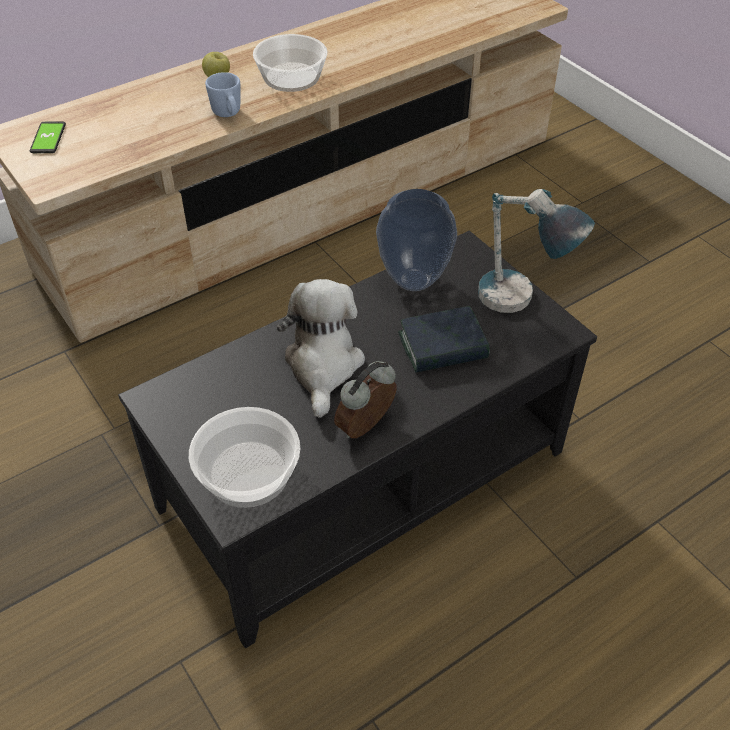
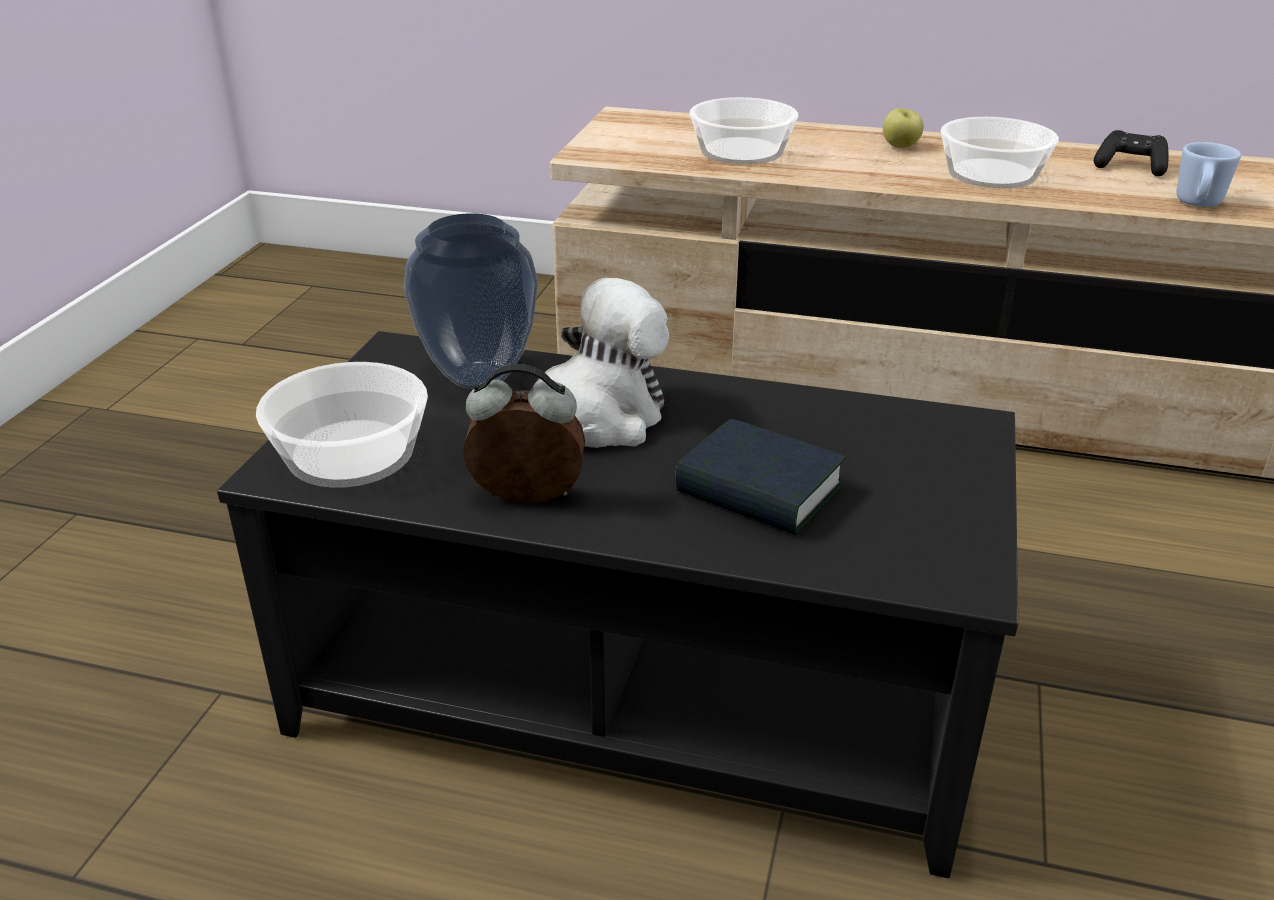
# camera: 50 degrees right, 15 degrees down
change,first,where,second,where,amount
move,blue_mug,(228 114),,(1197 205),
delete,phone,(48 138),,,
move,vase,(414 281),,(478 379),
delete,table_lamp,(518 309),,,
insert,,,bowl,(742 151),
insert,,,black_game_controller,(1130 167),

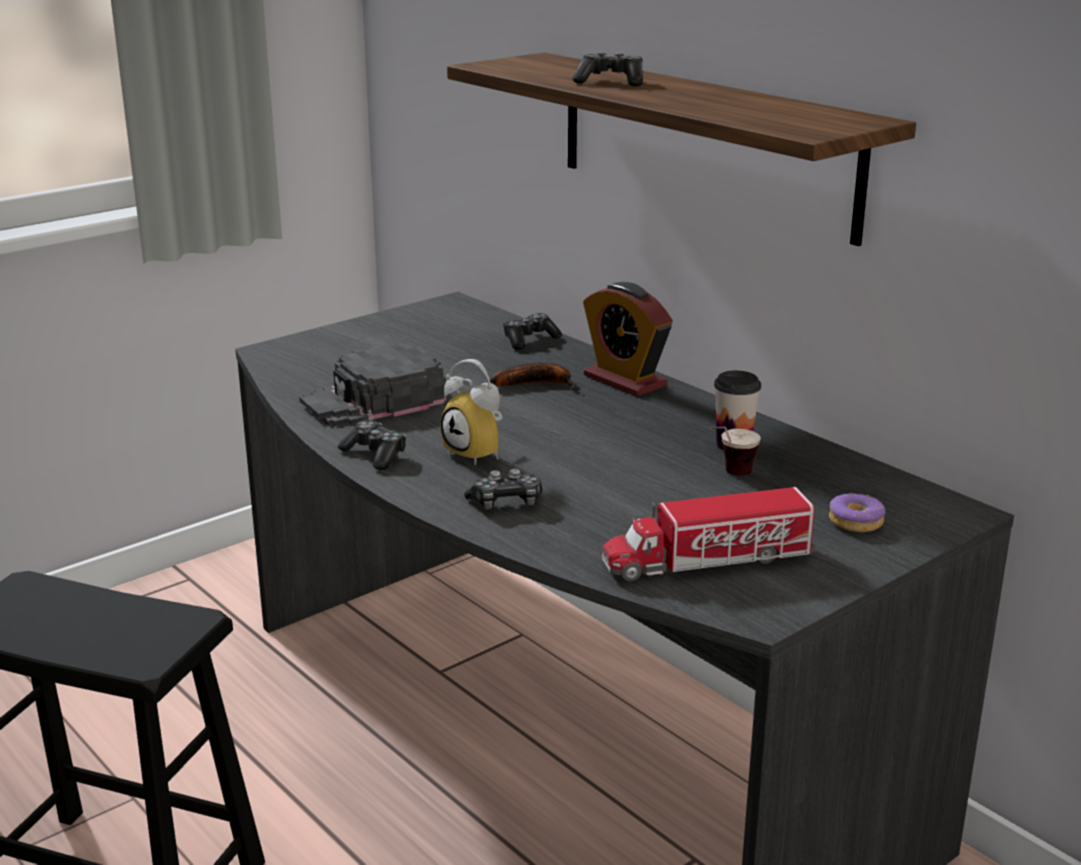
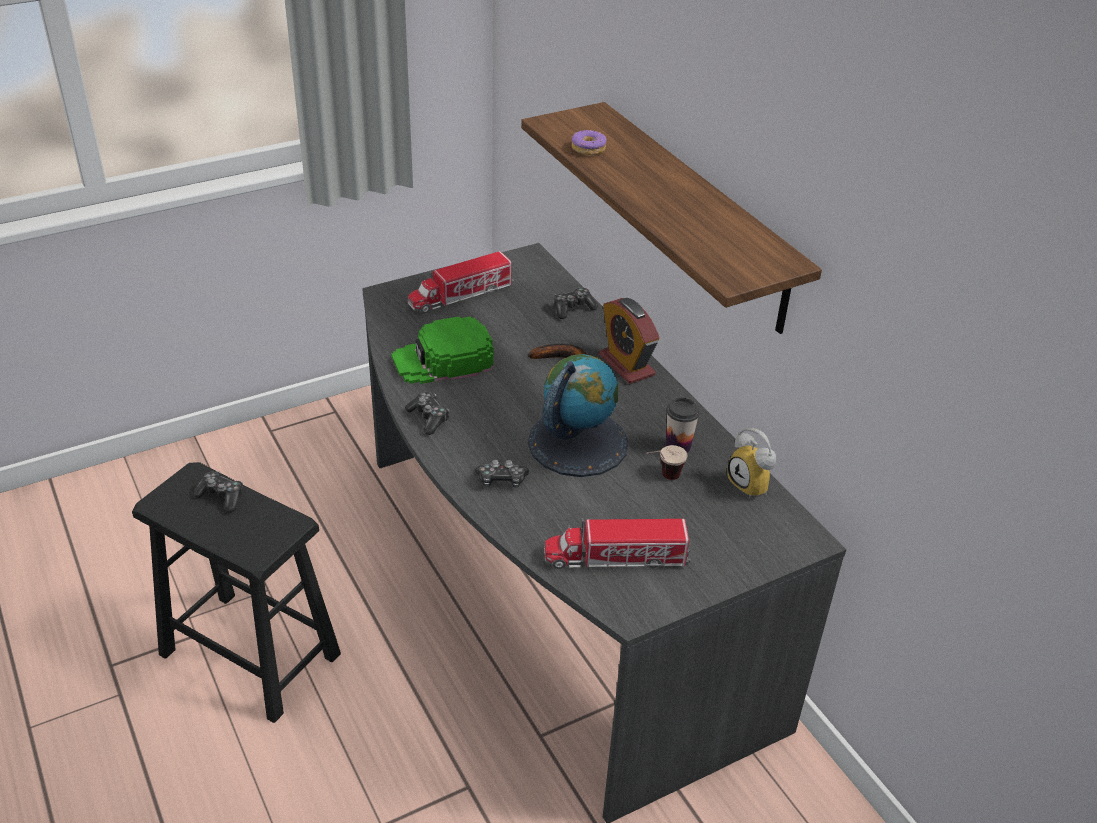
# camera: 10 degrees right, 15 degrees up
change,first,where,second,where,amount
move,game_controller,(610 82),,(221 496),
recolor,black_cap,(374 400),green_cap,(443 360),
move,alarm_clock,(480 453),,(753 485),
move,donut,(856 522),,(588 149),
insert,,,toy_truck,(461 295),
insert,,,globe,(577 442),

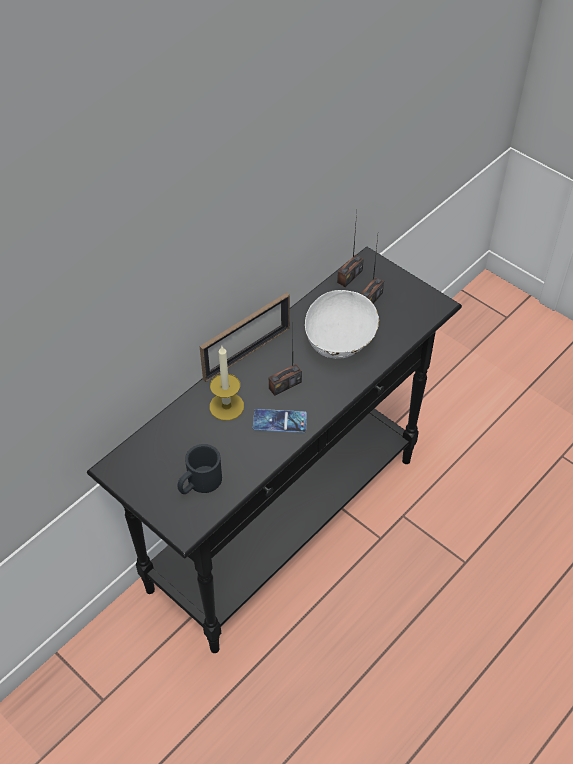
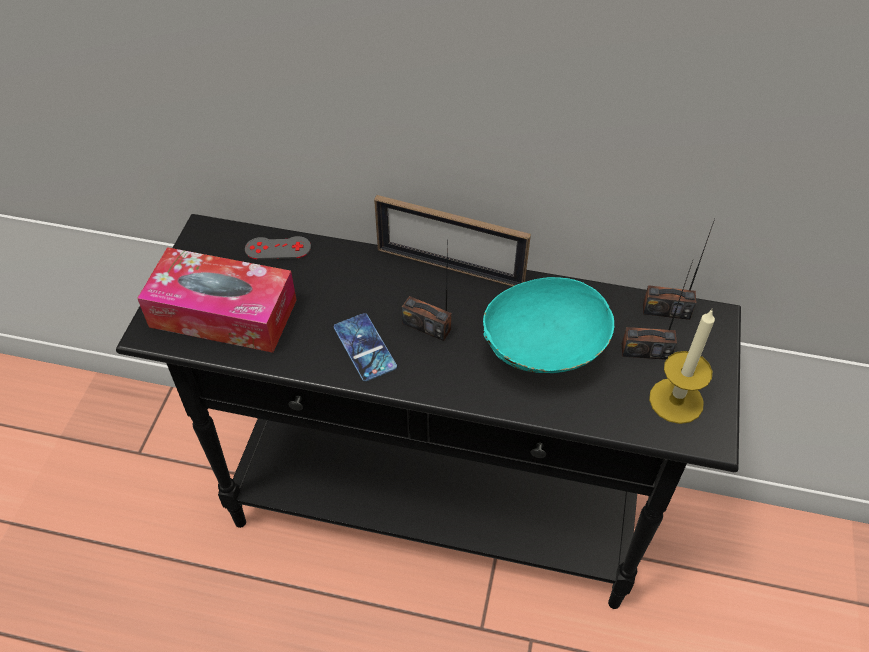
# camera: 60 degrees right, 0 degrees up
change,first,where,second,where,amount
recolor,white_bowl,(340 341),turquoise_bowl,(543 351),
move,candle,(226 406),,(676 400),
replace,black_mug,(199 483),tissue_box,(223 313),
insert,,,grey_game_controller,(278 248),

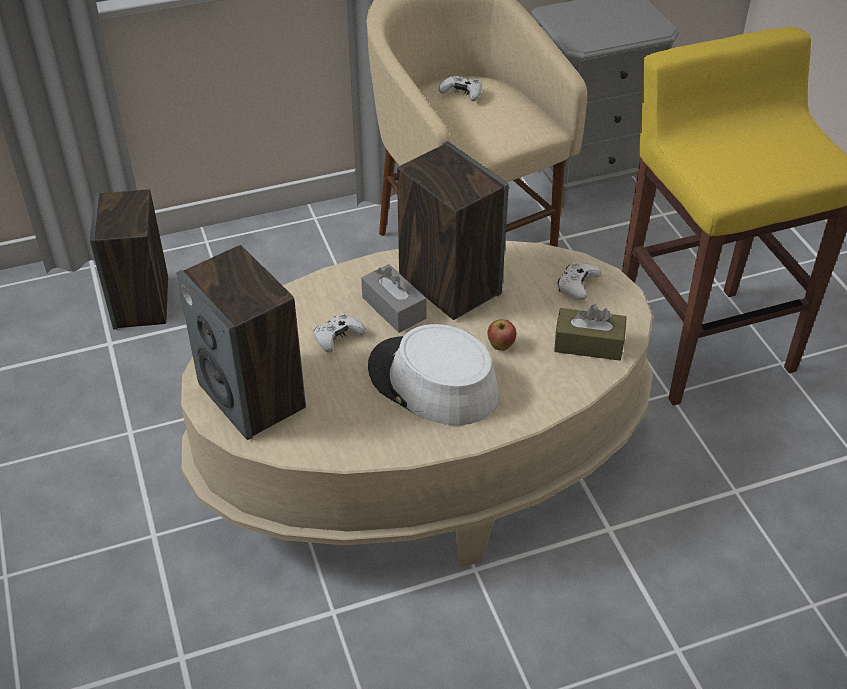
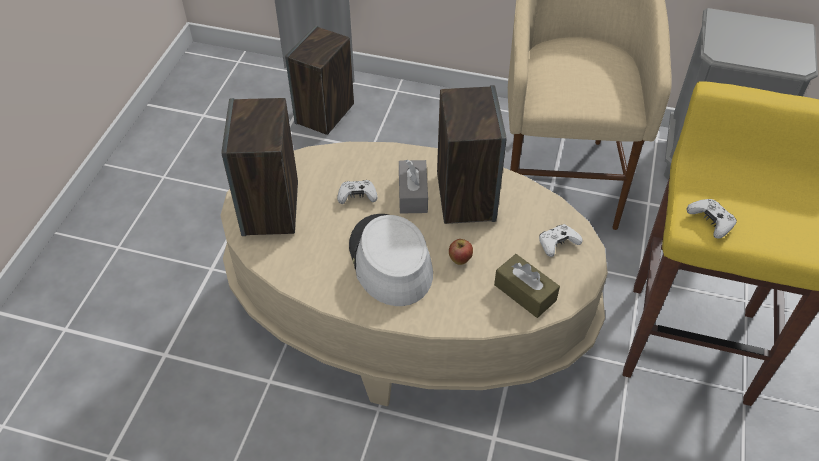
# camera: 35 degrees right, 5 degrees up
change,first,where,second,where,amount
move,white_game_controller,(462 94),,(710 222),

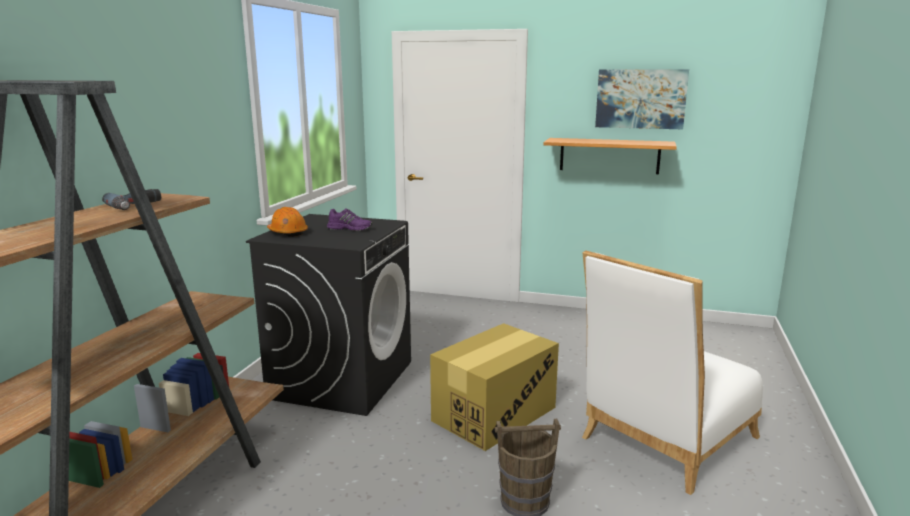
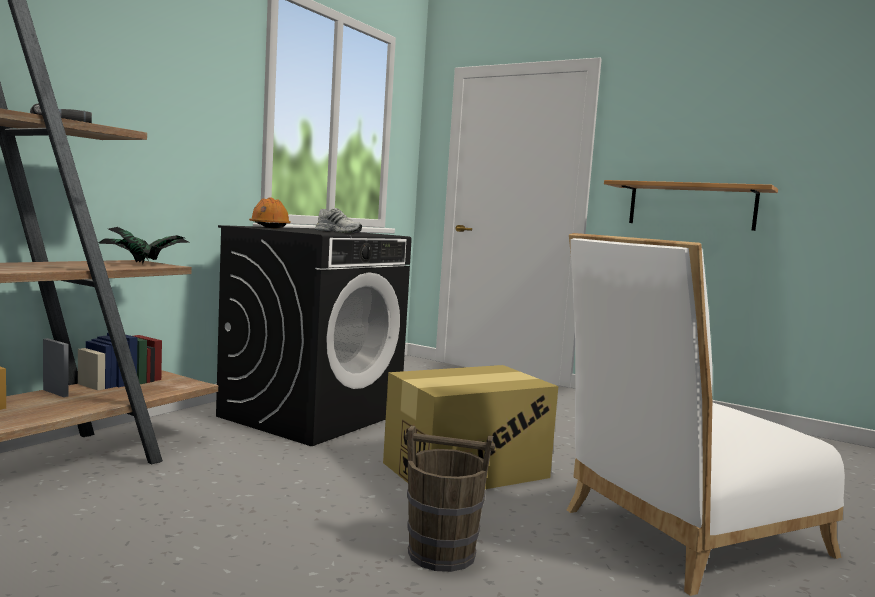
# camera: 15 degrees right, 10 degrees down
change,first,where,second,where,amount
delete,picture,(640 99),,,
recolor,purple_shoe,(350 228),white_shoe,(339 232),
insert,,,potted_plant,(146 264),

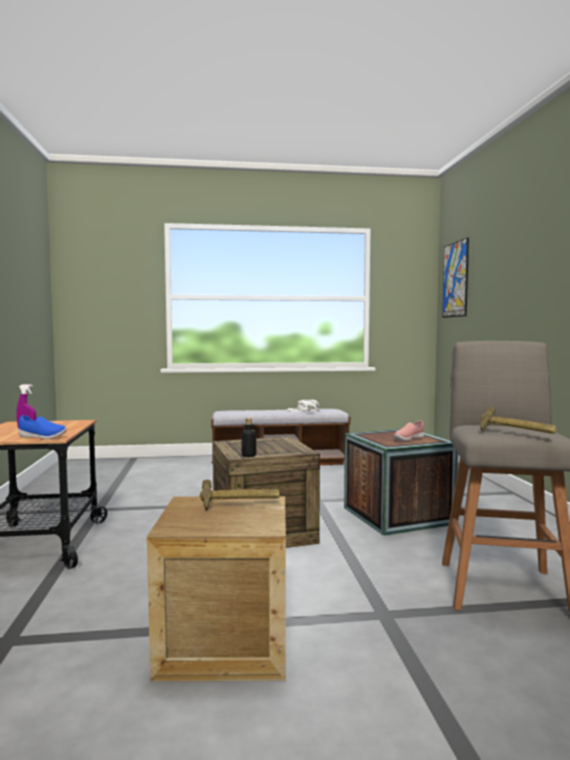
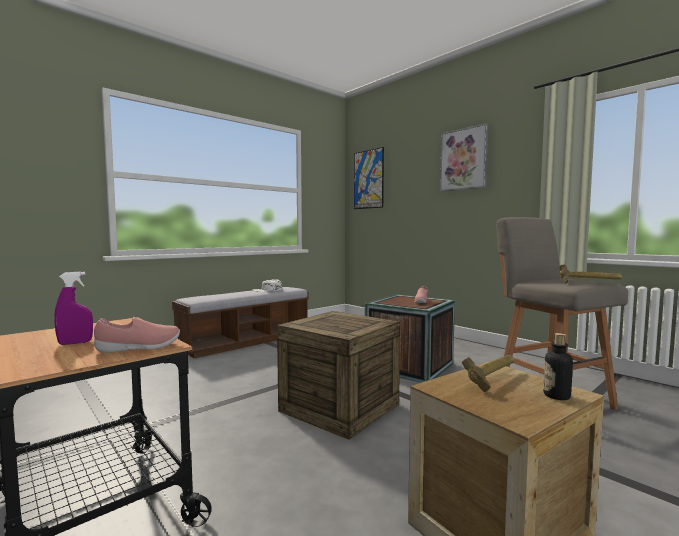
# camera: 35 degrees left, 0 degrees up
change,first,where,second,where,amount
recolor,blue_shoe,(42 437),pink_shoe,(139 348),
move,bottle,(249 455),,(556 396),
insert,,,picture,(464 159),

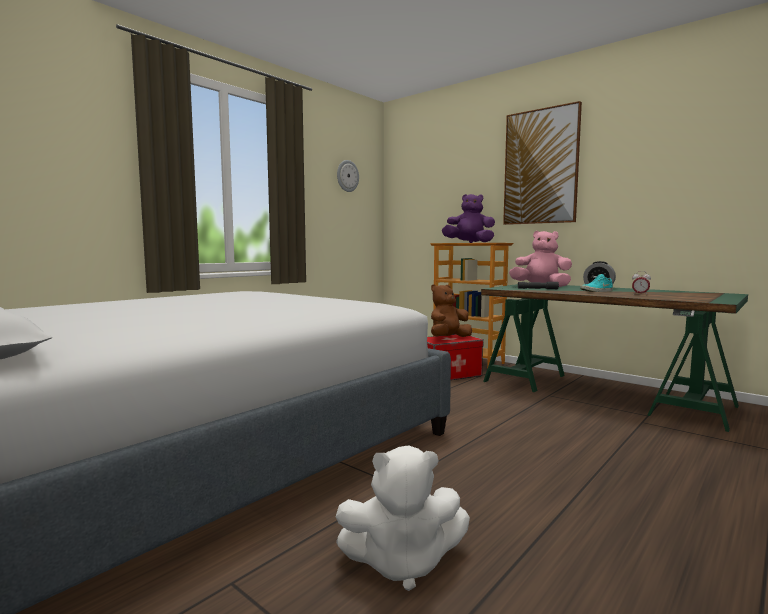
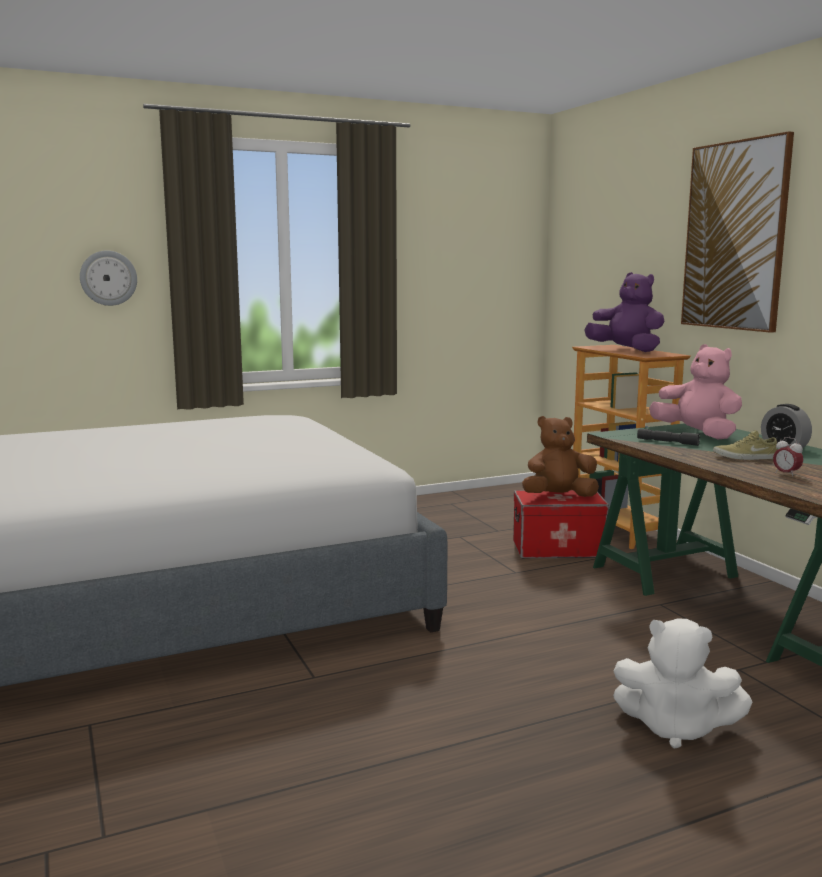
# camera: 25 degrees right, 5 degrees up
change,first,where,second,where,amount
move,wall_clock,(347 176),,(108 278),
recolor,turquoise_shoe,(597 291),beige_shoe,(745 457),
move,white_plush_toy,(402 563),,(675 728),

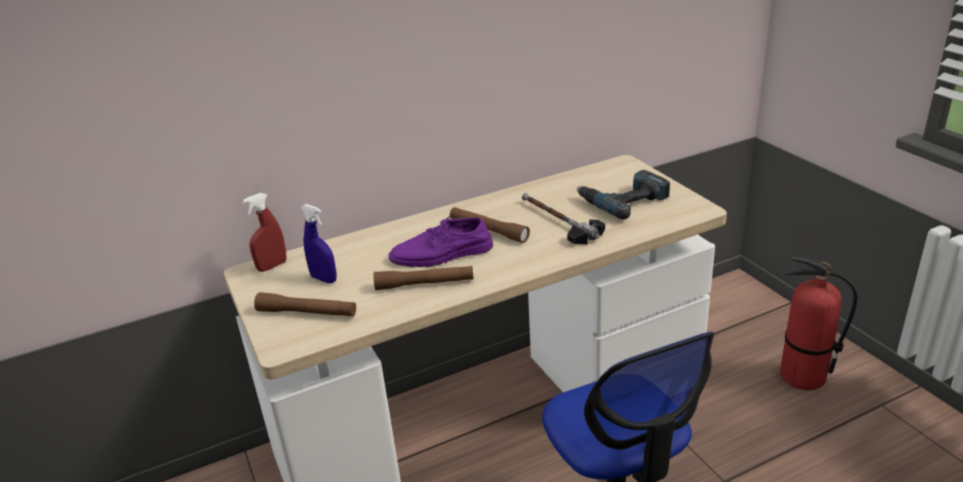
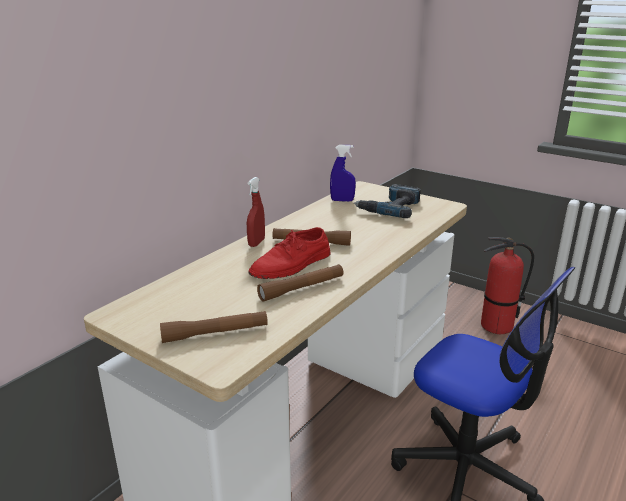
# camera: 30 degrees left, 5 degrees down
change,first,where,second,where,amount
move,red_spray_bottle,(272 266),,(256 243),
delete,hammer,(557 221),,,
move,blue_spray_bottle,(324 279),,(342 200),
recolor,purple_shoe,(441 254),red_shoe,(291 265),

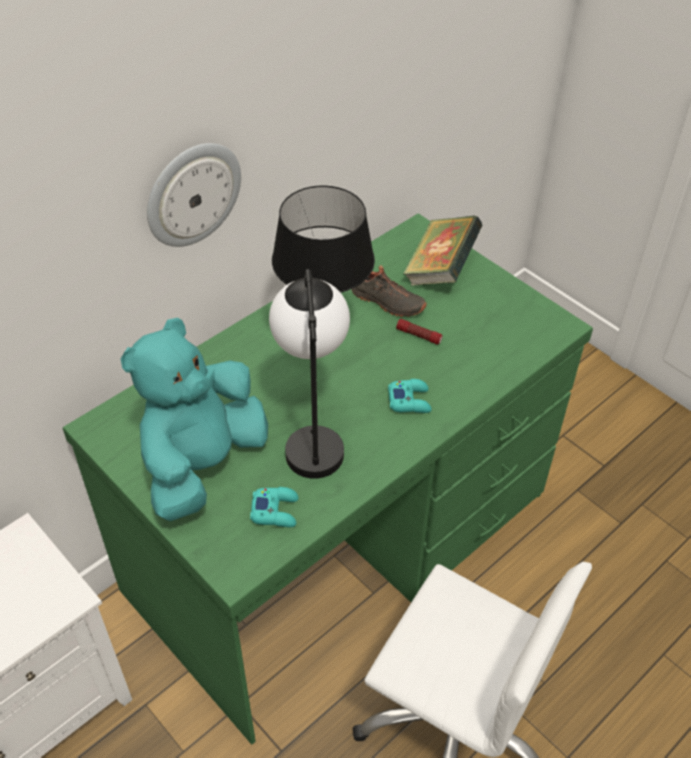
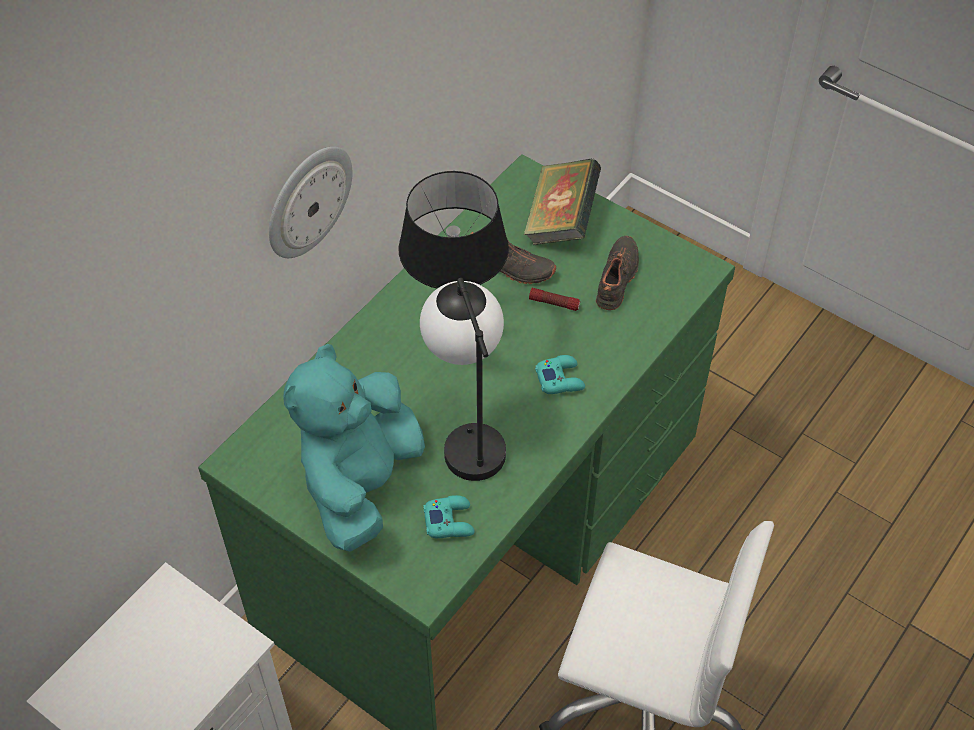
# camera: 10 degrees left, 5 degrees up
change,first,where,second,where,amount
insert,,,black_shoe,(618 279),

